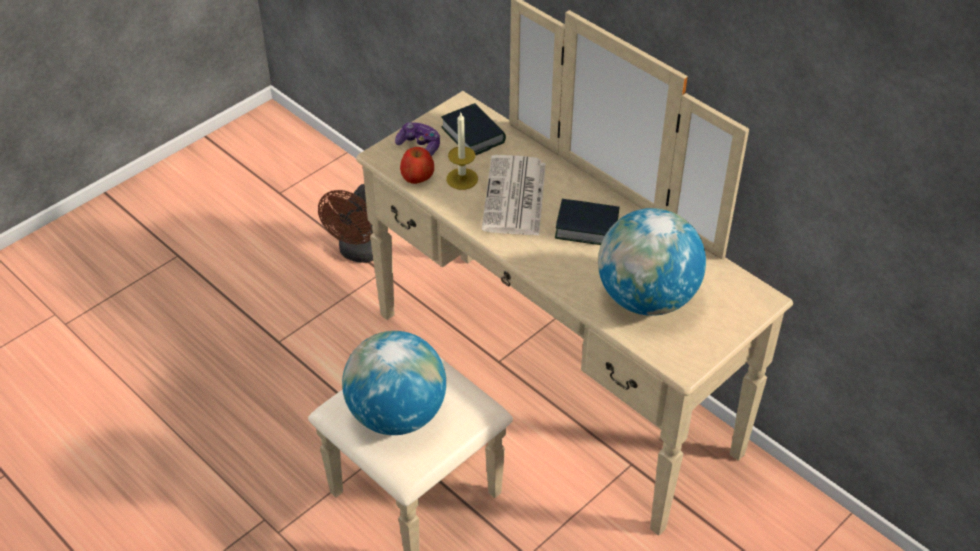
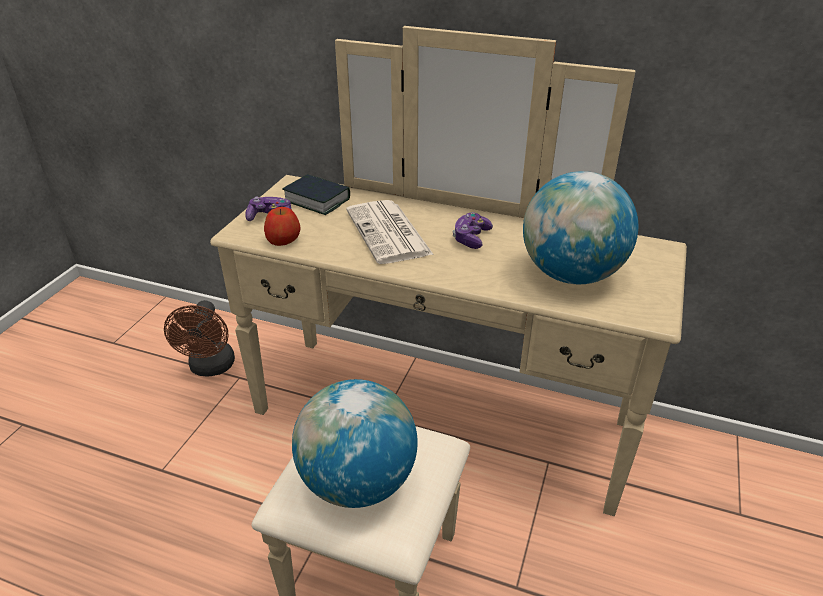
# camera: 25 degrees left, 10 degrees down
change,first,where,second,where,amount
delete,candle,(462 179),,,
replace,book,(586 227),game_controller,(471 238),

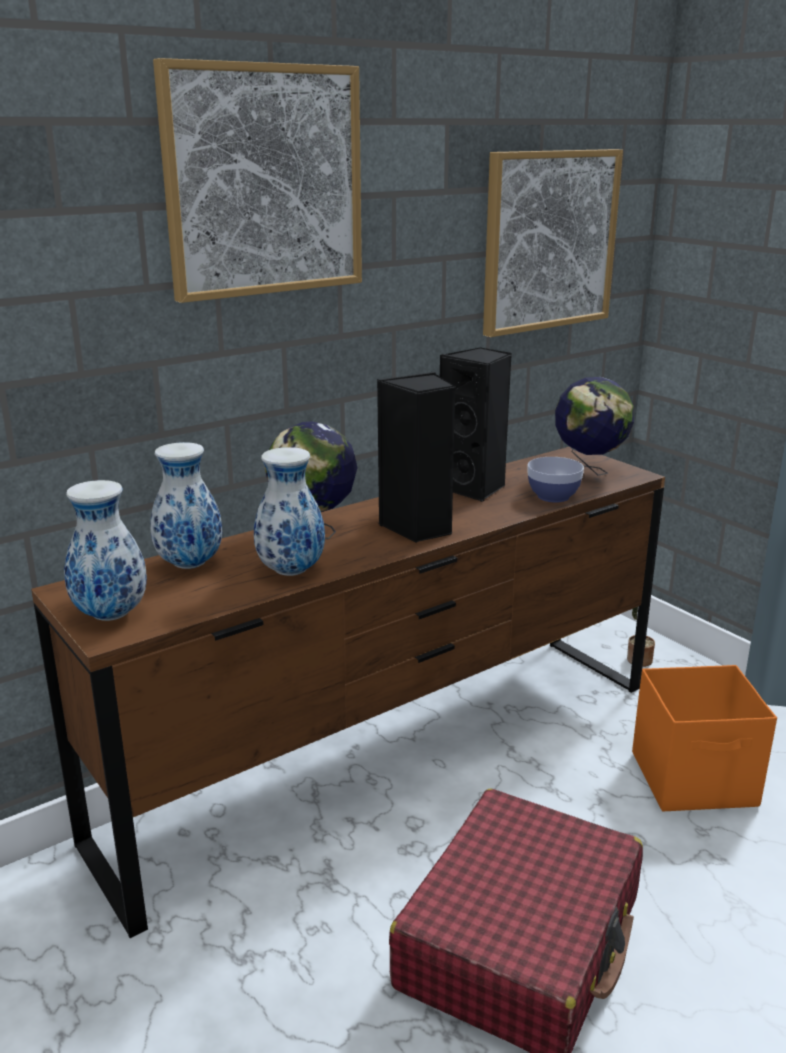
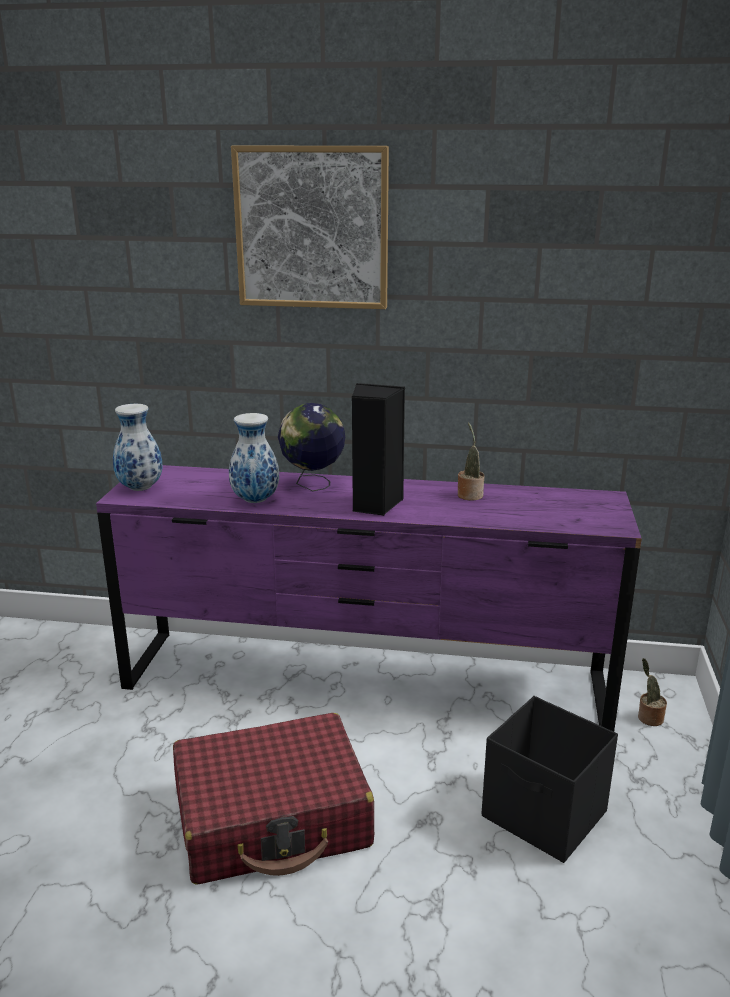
# camera: 45 degrees right, 0 degrees up
change,first,where,second,where,amount
delete,picture,(549 241),,,
replace,black_speaker,(474 488),potted_plant,(469 494),
delete,globe,(589 473),,,
delete,vase,(189 565),,,
recolor,brown_dresser,(392 758),purple_dresser,(365 681),
delete,bowl,(553 496),,,
recolor,orange_storage_box,(695 780),black_storage_box,(545 816),

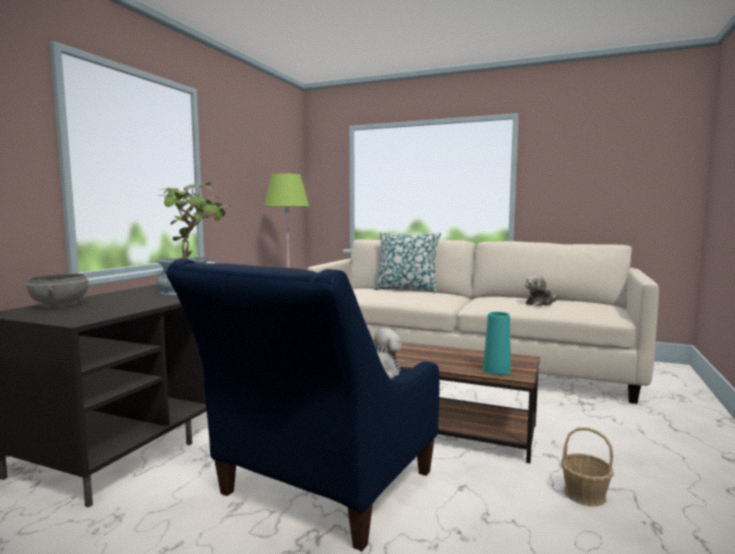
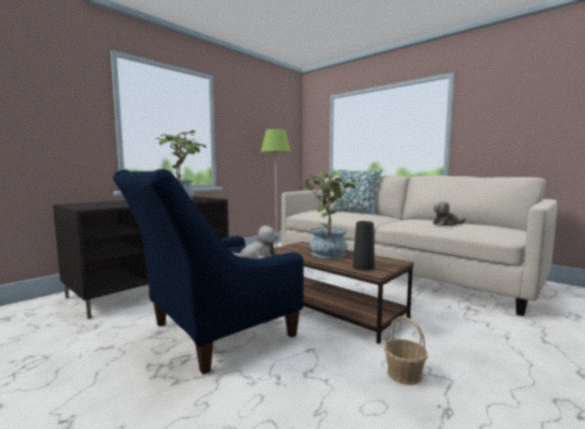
# camera: 20 degrees right, 0 degrees up
change,first,where,second,where,amount
delete,grey_bowl,(61 305),,,
recolor,turquoise_vase,(496 370),black_vase,(363 267),
insert,,,potted_plant,(327 252),

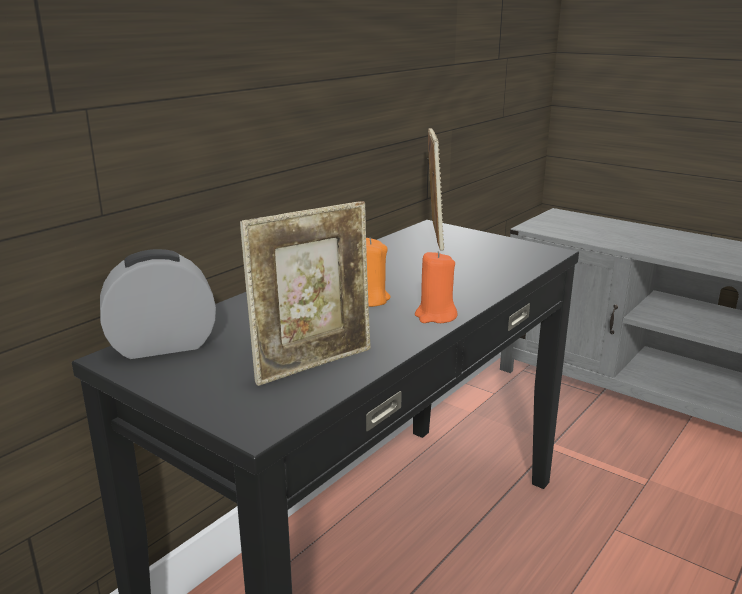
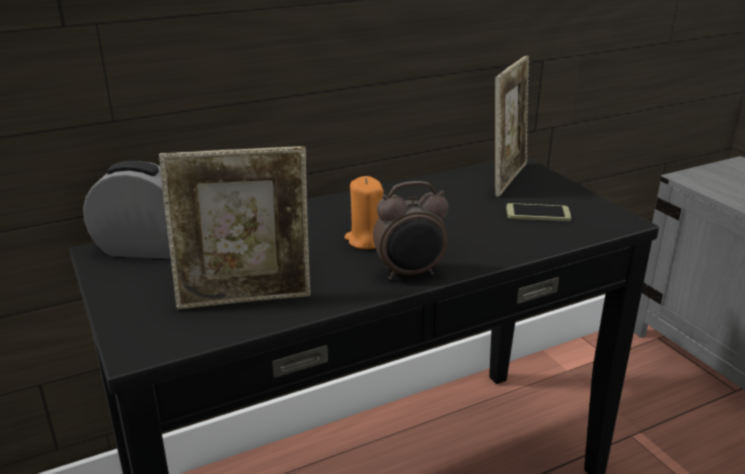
# camera: 25 degrees right, 5 degrees up
change,first,where,second,where,amount
replace,orange_candle,(435 316),alarm_clock,(410 273),
insert,,,phone,(538 213),

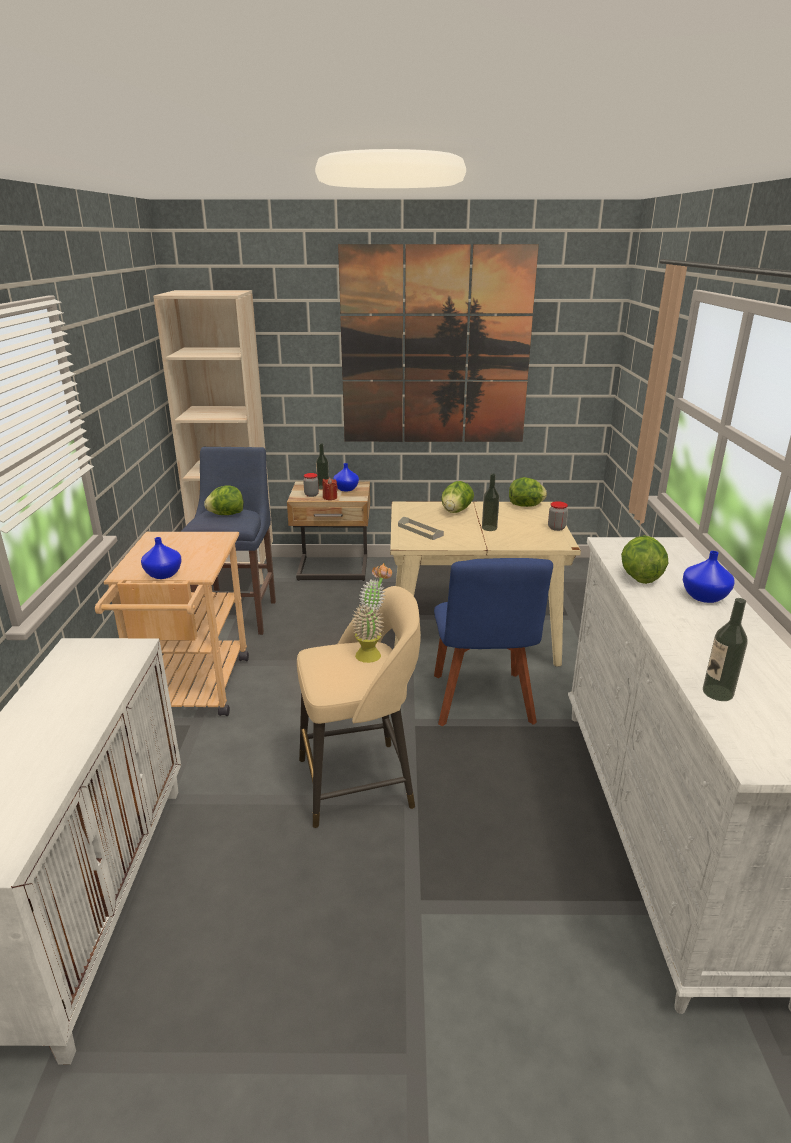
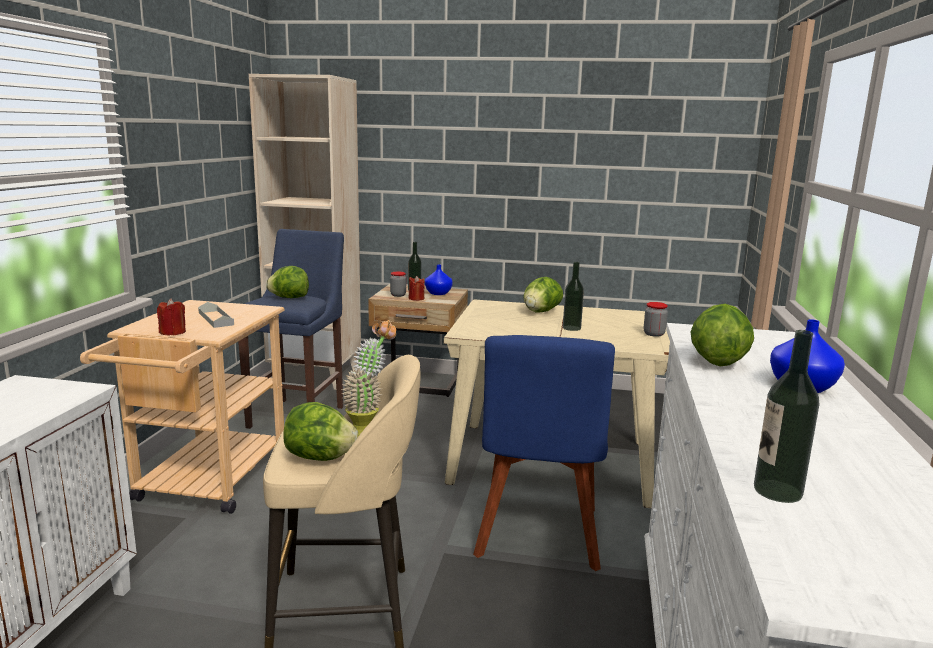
# camera: 10 degrees right, 10 degrees down
change,first,where,second,where,amount
delete,picture,(435 348),,,
move,lettuce,(526 506),,(320 457),
move,grey_tray,(420 531),,(216 319),
replace,blue_vase,(164 574),red_candle,(173 332),

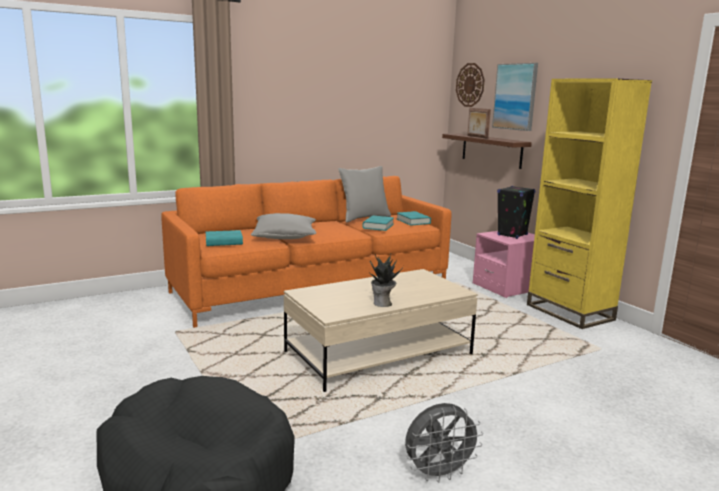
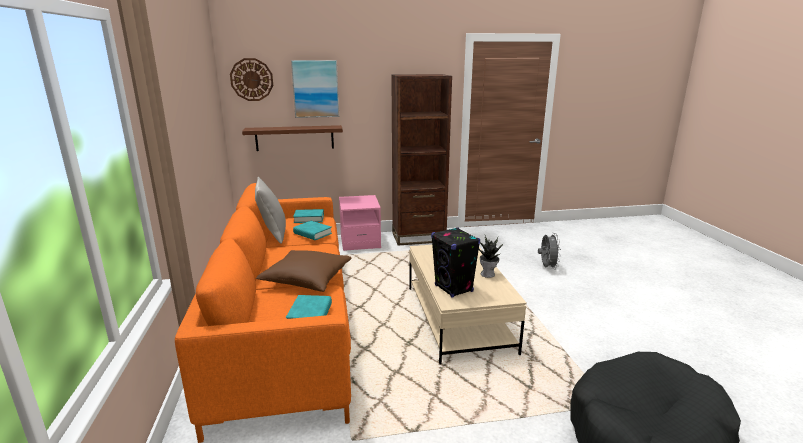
# camera: 70 degrees left, 5 degrees up
change,first,where,second,where,amount
recolor,yellow_bookcase,(569 312),brown_bookcase,(418 237),
delete,picture_frame,(477 137),,,
move,black_speaker,(512 235),,(454 289),
recolor,grey_pillow,(285 236),brown_pillow,(307 280),
move,grey_fan,(439 474),,(547 267),

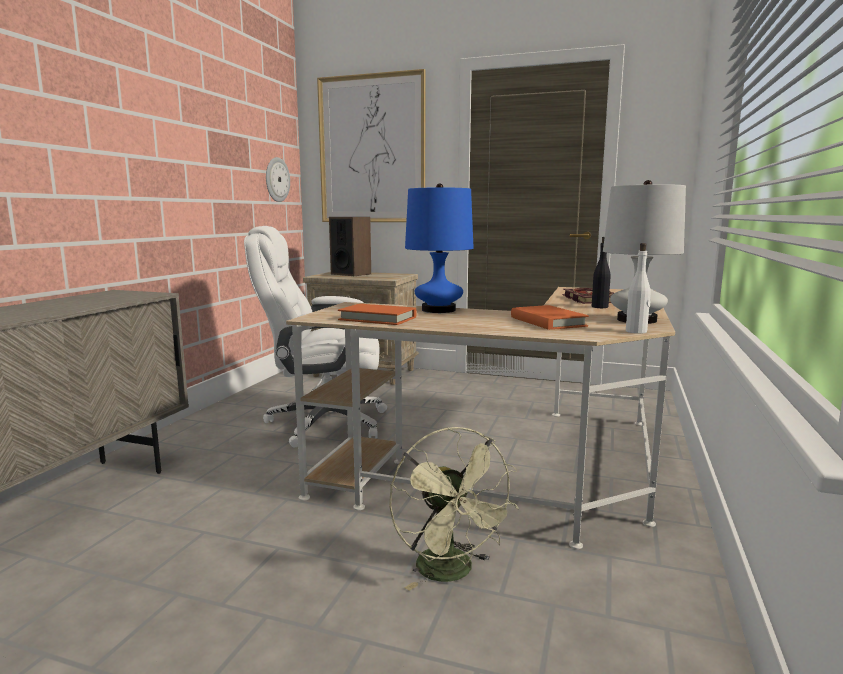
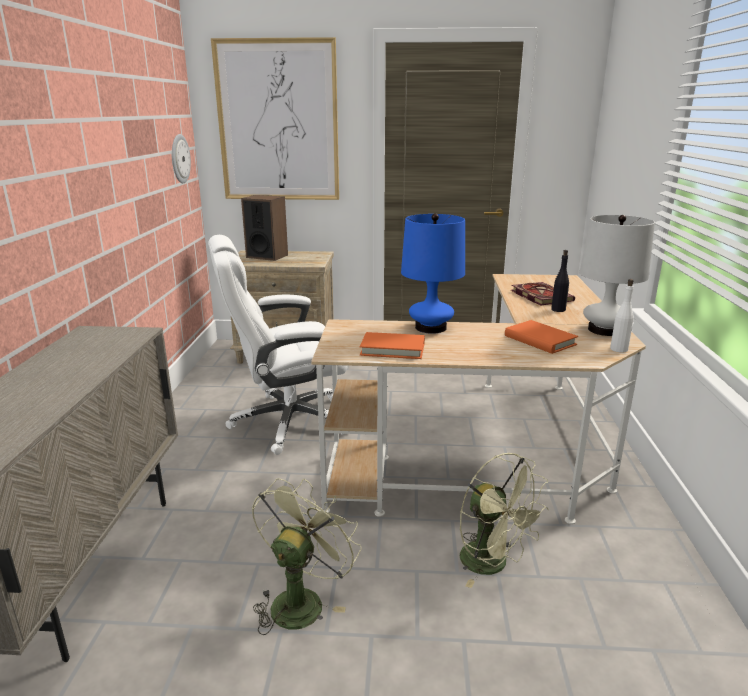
# camera: 15 degrees left, 10 degrees up
change,first,where,second,where,amount
insert,,,green_fan,(301 599),

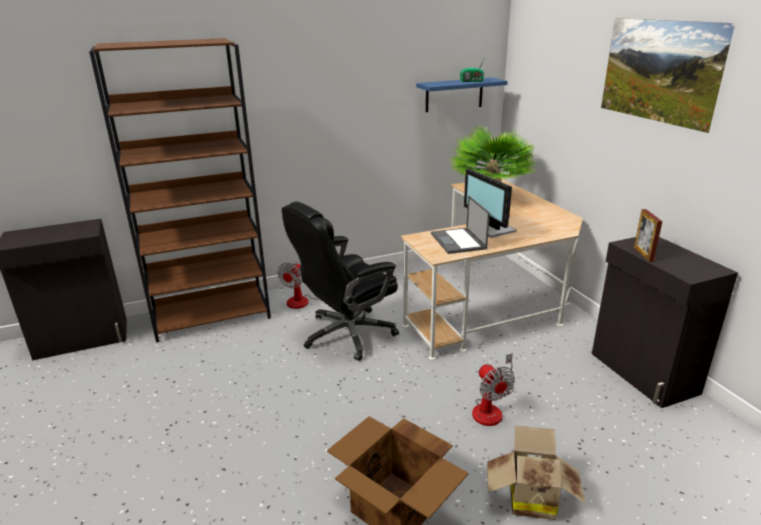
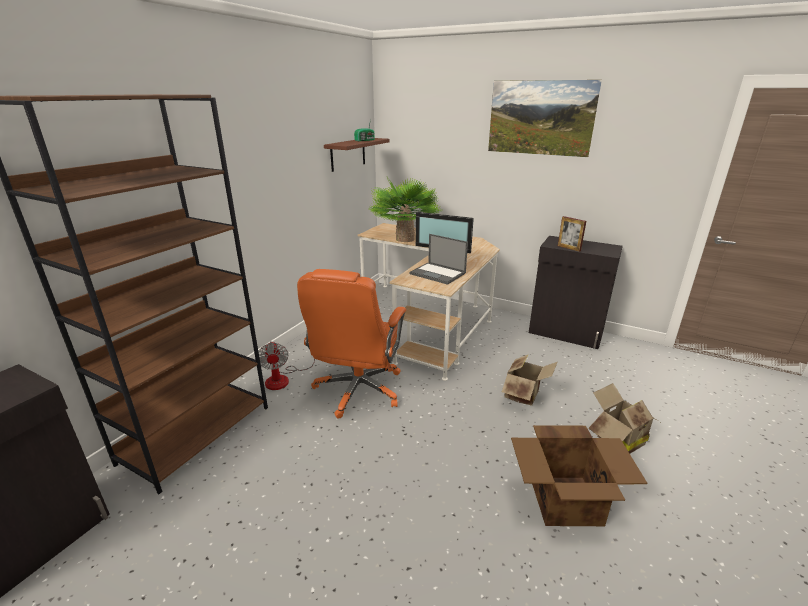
# camera: 40 degrees left, 0 degrees up
change,first,where,second,where,amount
recolor,blue_shelf,(454 94),brown_shelf,(348 154),
recolor,black_office_chair,(346 334),orange_office_chair,(358 390),
replace,fan,(491 408),cardboard_box,(524 395),

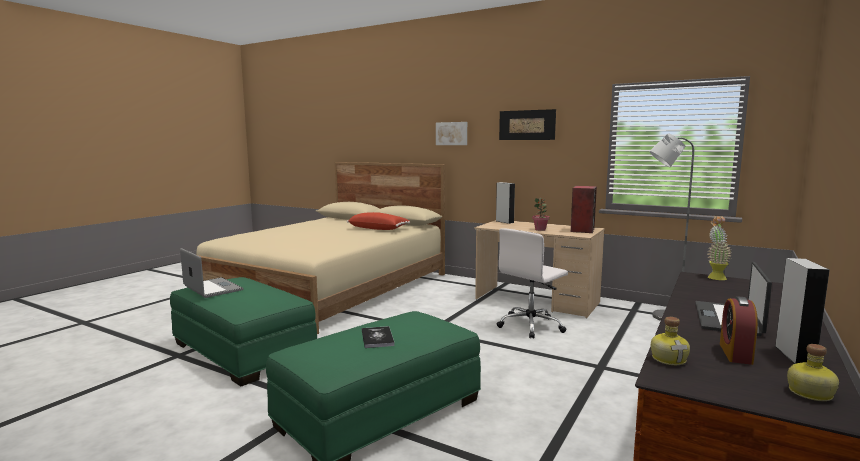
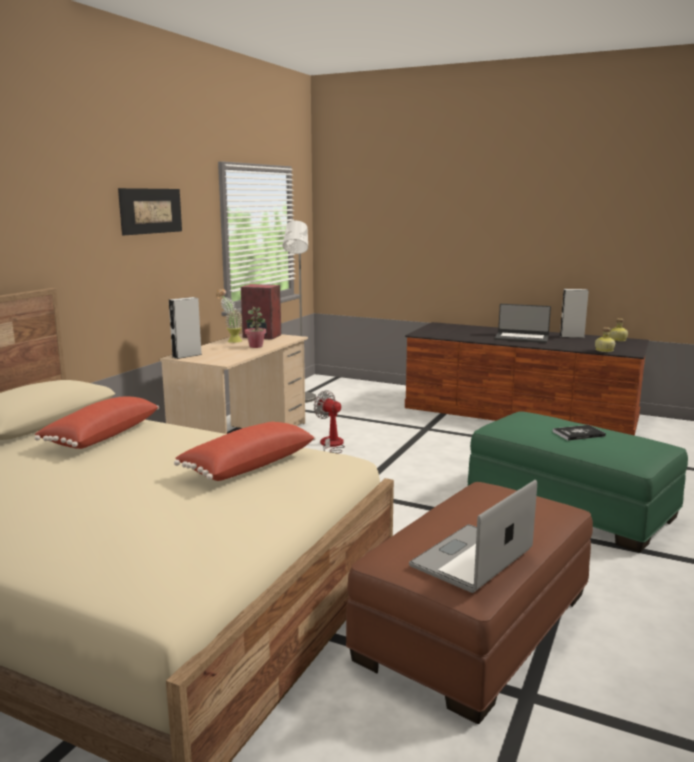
# camera: 95 degrees left, 5 degrees up
change,first,where,second,where,amount
delete,picture,(452 133),,,
move,potted_plant,(715 277),,(231 341),
replace,white_office_chair,(531 326),fan,(330 446),
recolor,green_ottoman,(243 350),brown_ottoman,(475 625),
delete,alarm_clock,(735 353),,,
insert,,,red_pillow,(247 465),

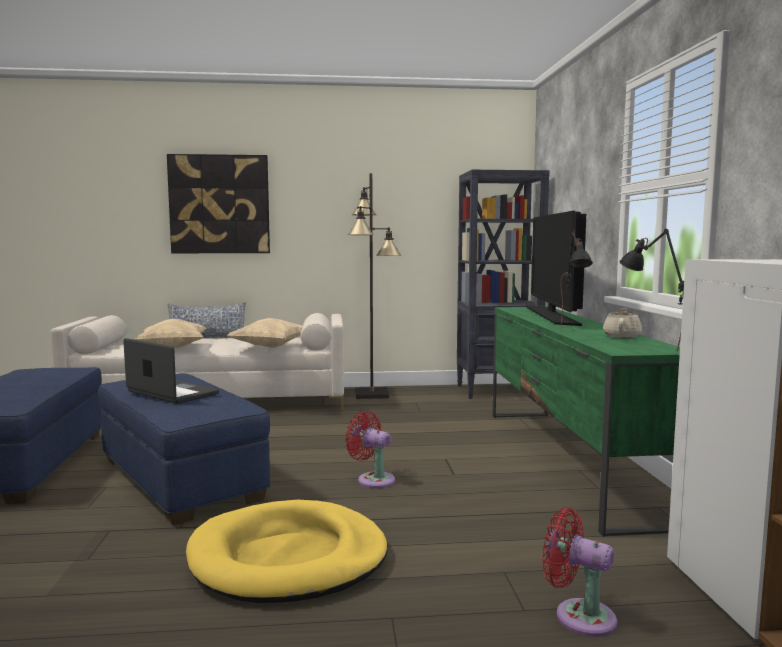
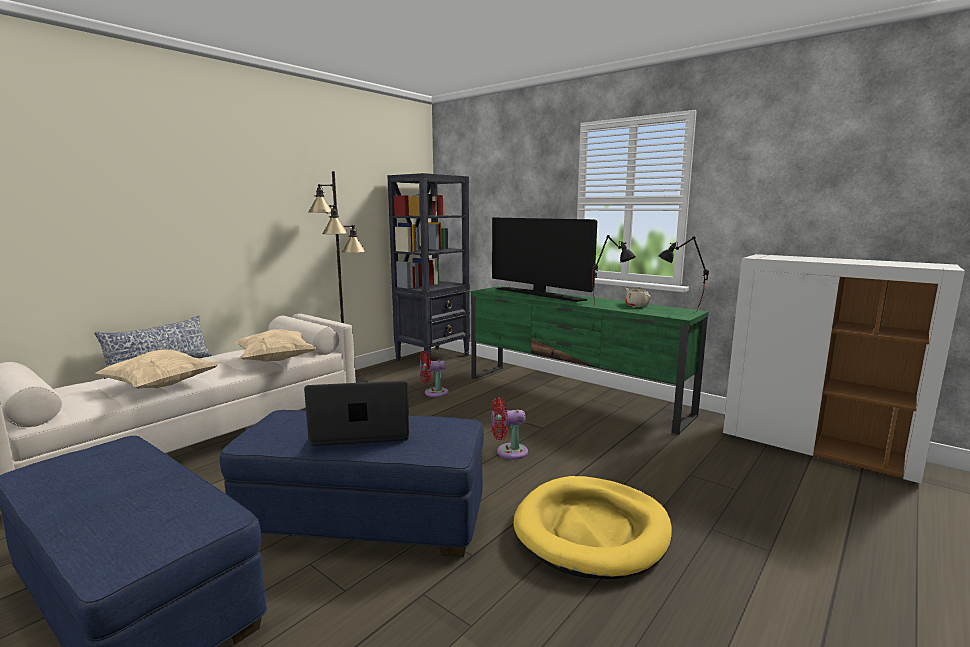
# camera: 45 degrees left, 5 degrees up
change,first,where,second,where,amount
delete,picture,(219 204),,,
move,red_fan,(579 616),,(433 393),

